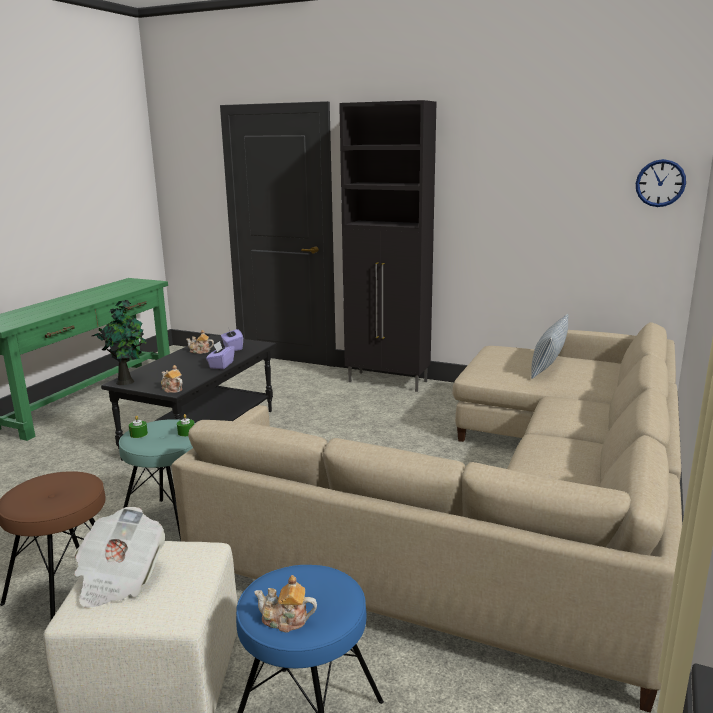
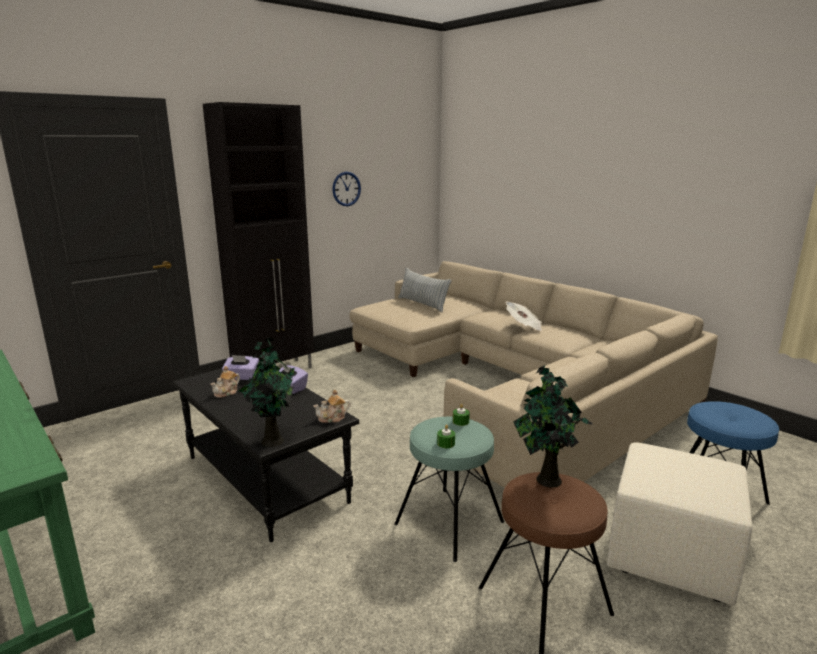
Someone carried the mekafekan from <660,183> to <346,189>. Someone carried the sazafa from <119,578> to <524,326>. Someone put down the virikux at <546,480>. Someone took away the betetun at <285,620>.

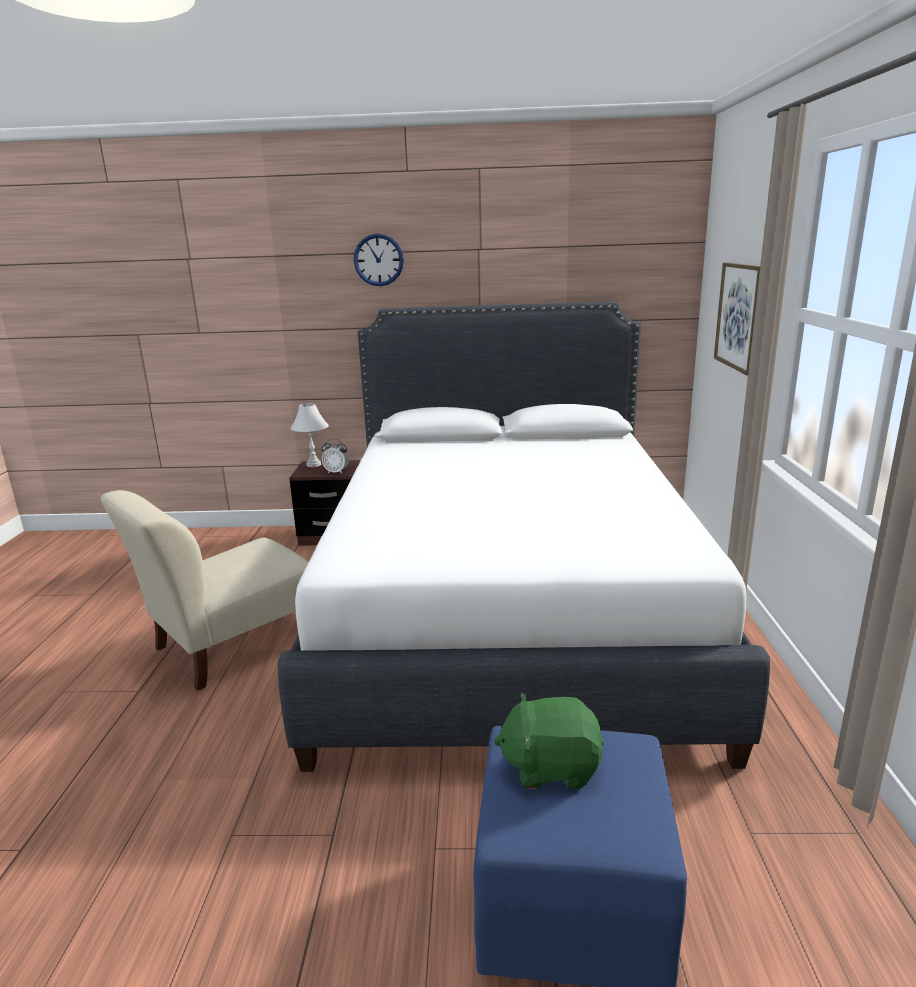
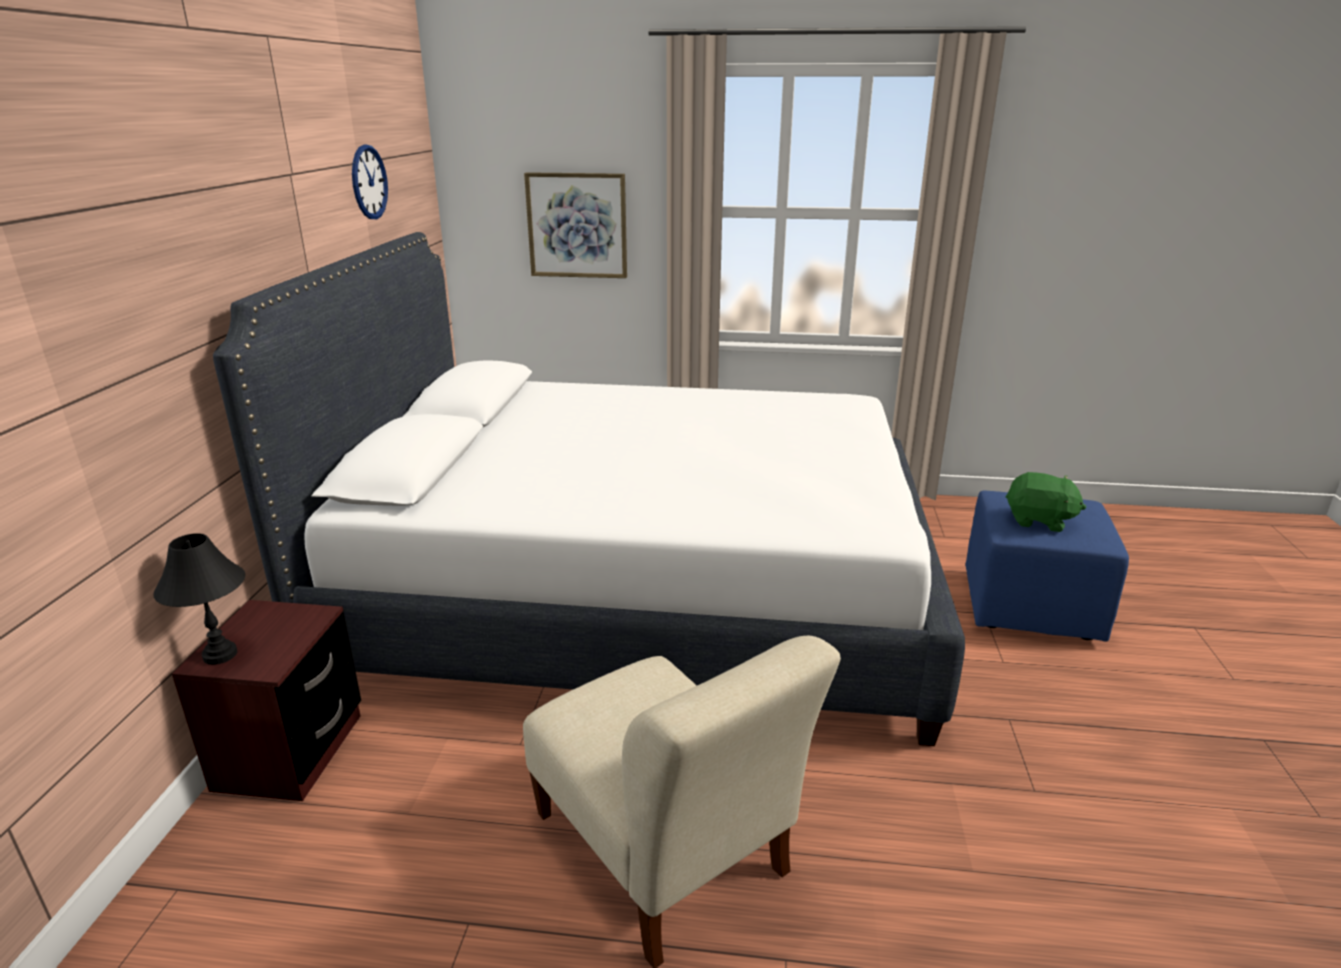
Someone repainted the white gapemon at <313,465>, which became the black gapemon at <220,655>. Someone carried the mekafekan from <378,260> to <369,182>. Someone rotated the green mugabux at <551,766> by 75 degrees counterclockwise. Someone took away the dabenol at <336,472>.

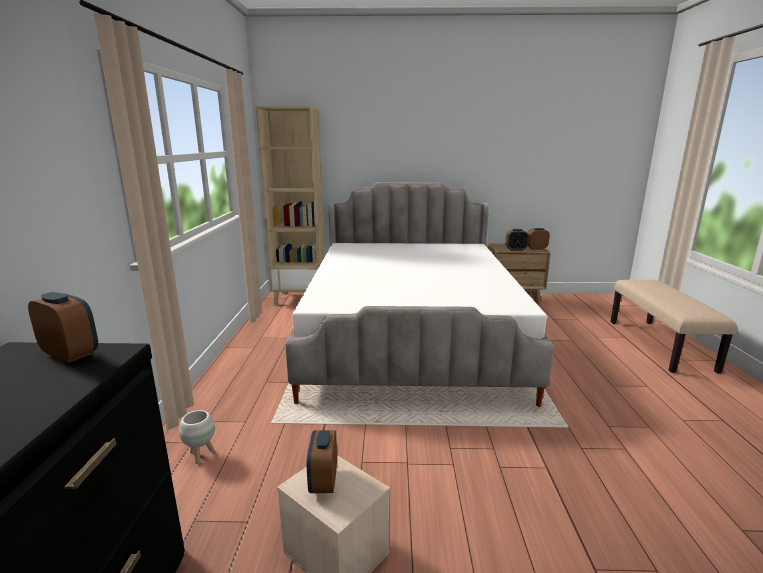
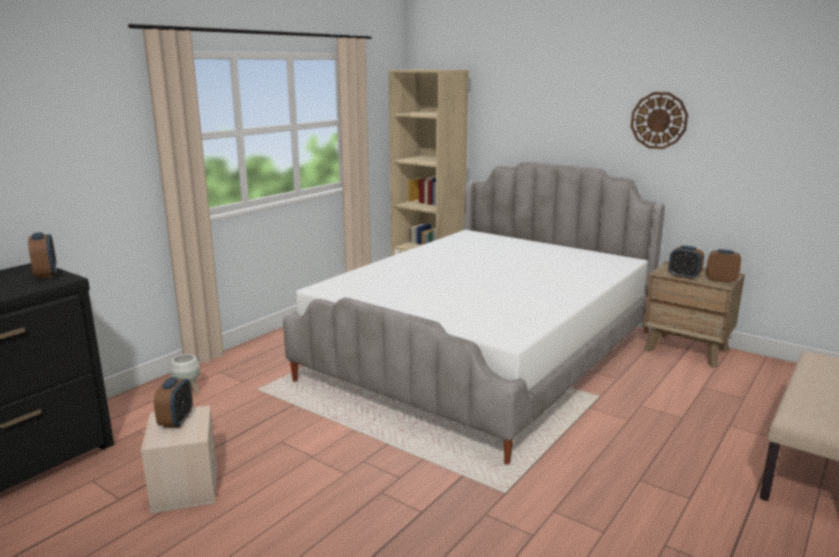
Someone rotated the dabenol at <323,482> by 150 degrees clockwise. Someone put up the mekafekan at <659,120>.

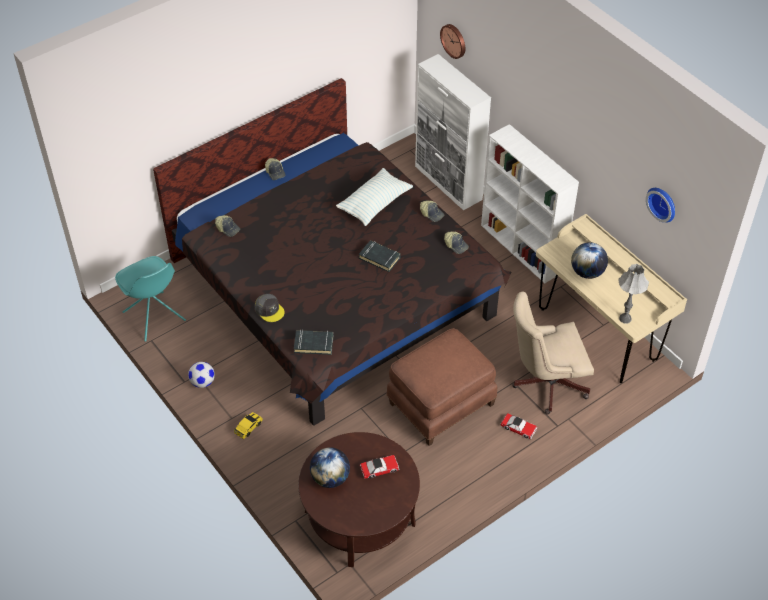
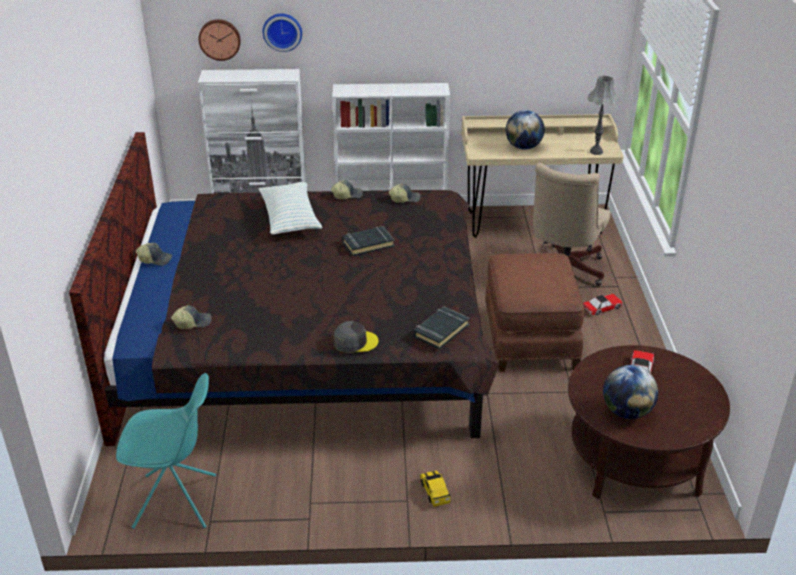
Someone carried the mekafekan from <663,203> to <282,31>. Someone took away the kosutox at <203,382>.

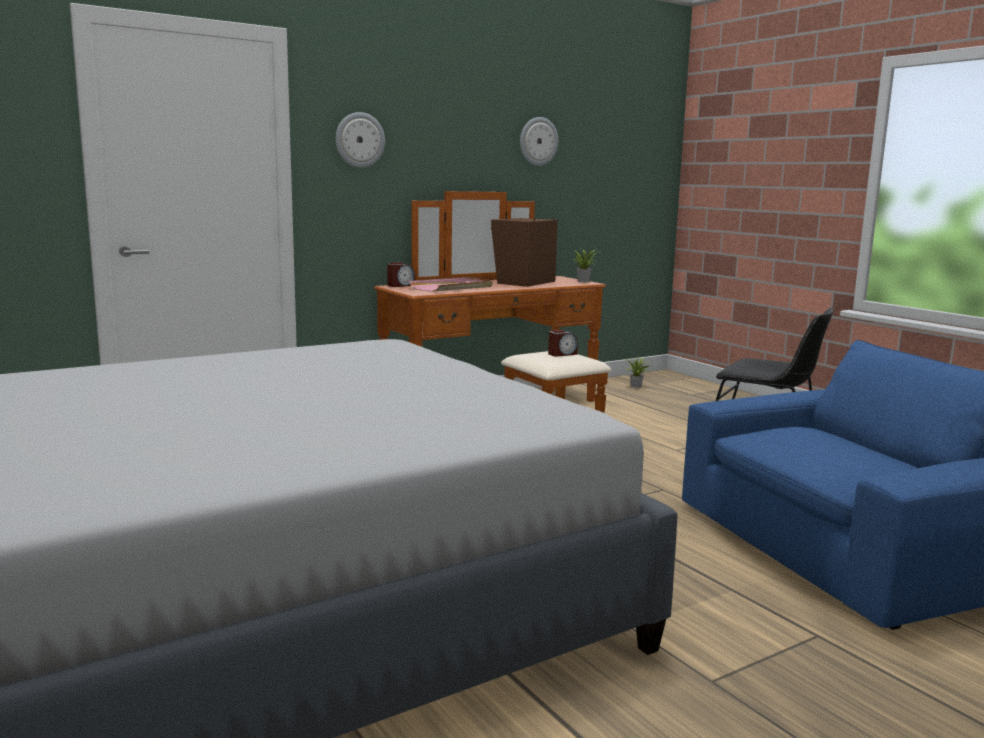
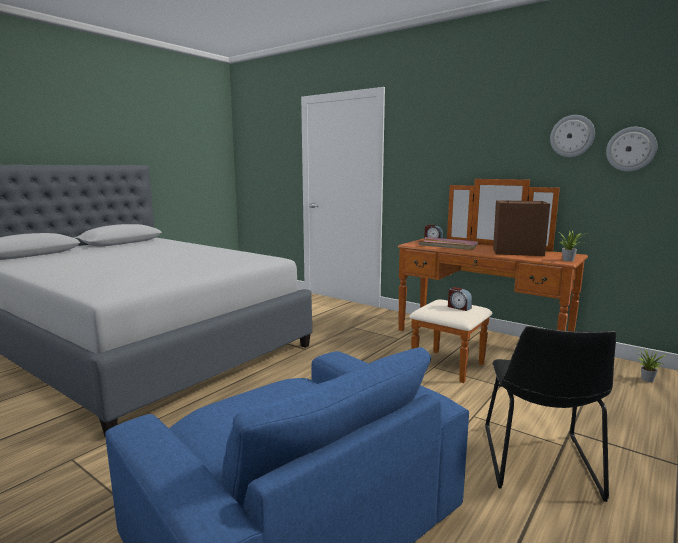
Someone carried the mekafekan from <359,140> to <631,149>.

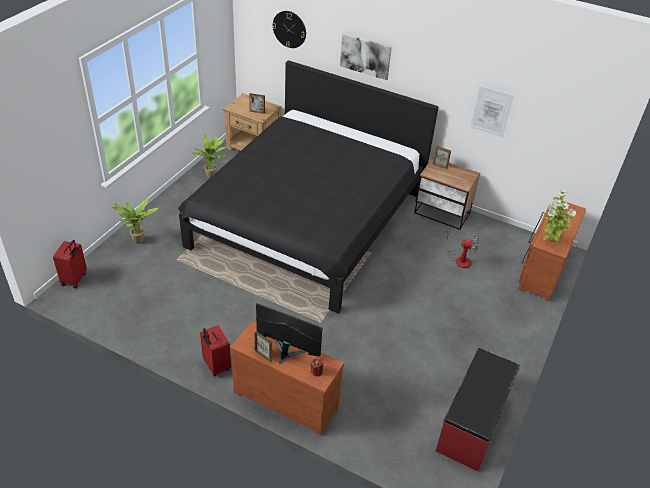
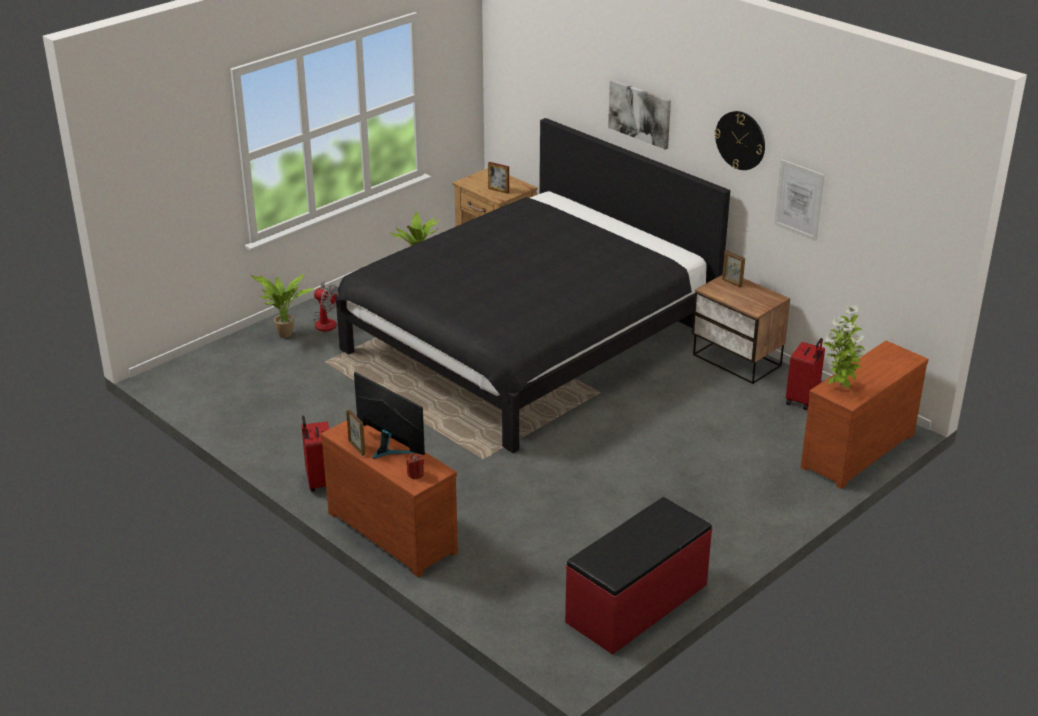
Someone carried the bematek from <460,258> to <325,321>. Someone carried the mekafekan from <289,29> to <740,140>. Someone carried the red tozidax from <75,279> to <802,400>.

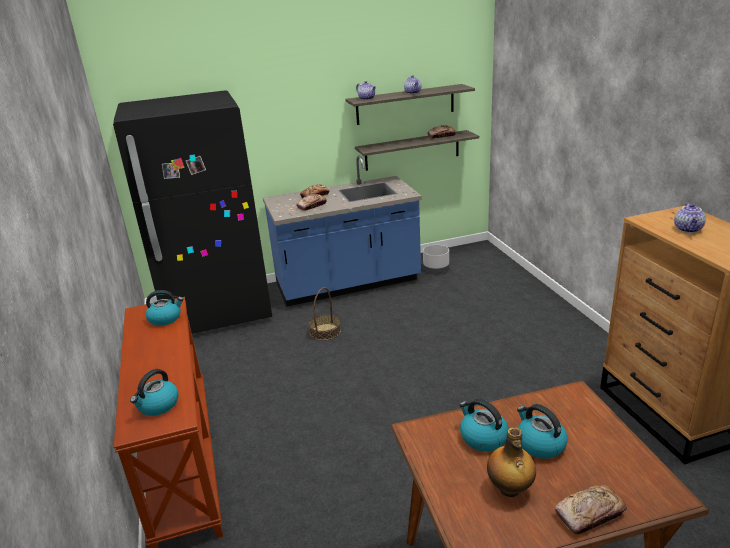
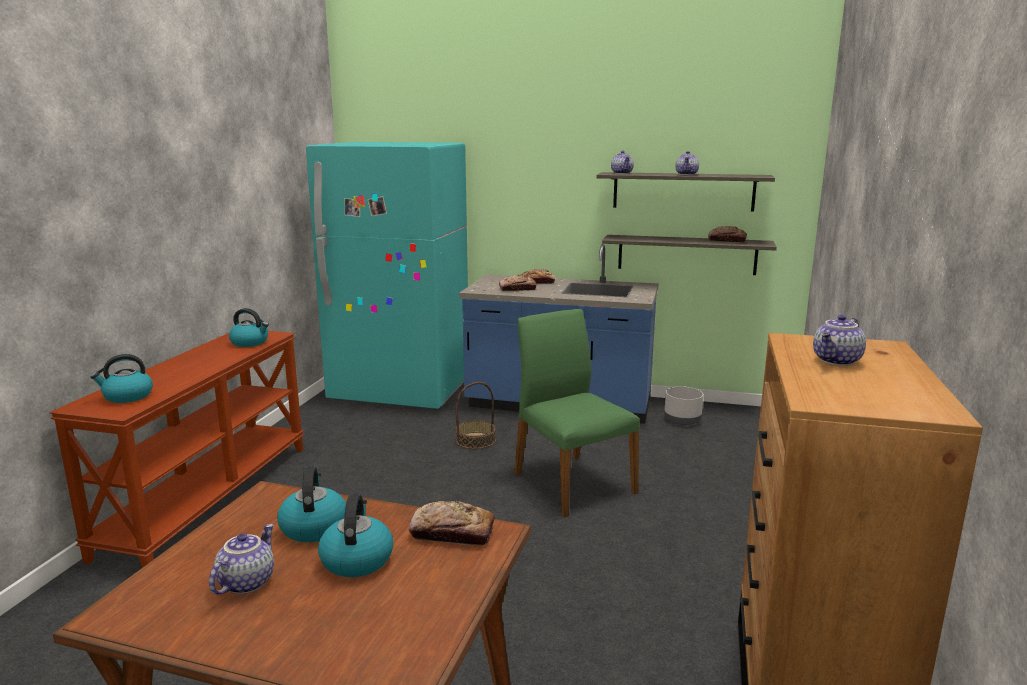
Someone swapped the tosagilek at <509,489> for the betetun at <246,582>. Someone repainted the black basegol at <218,312>, which became the turquoise basegol at <401,392>. Someone carried the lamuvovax from <589,514> to <452,533>. Someone put down the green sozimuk at <571,483>.

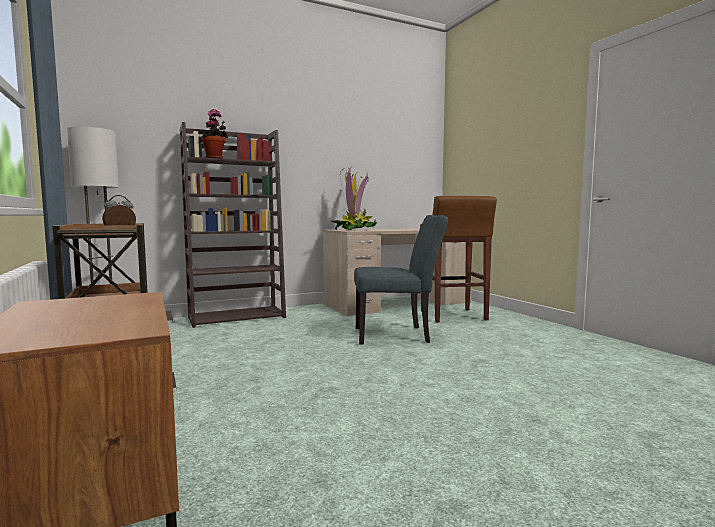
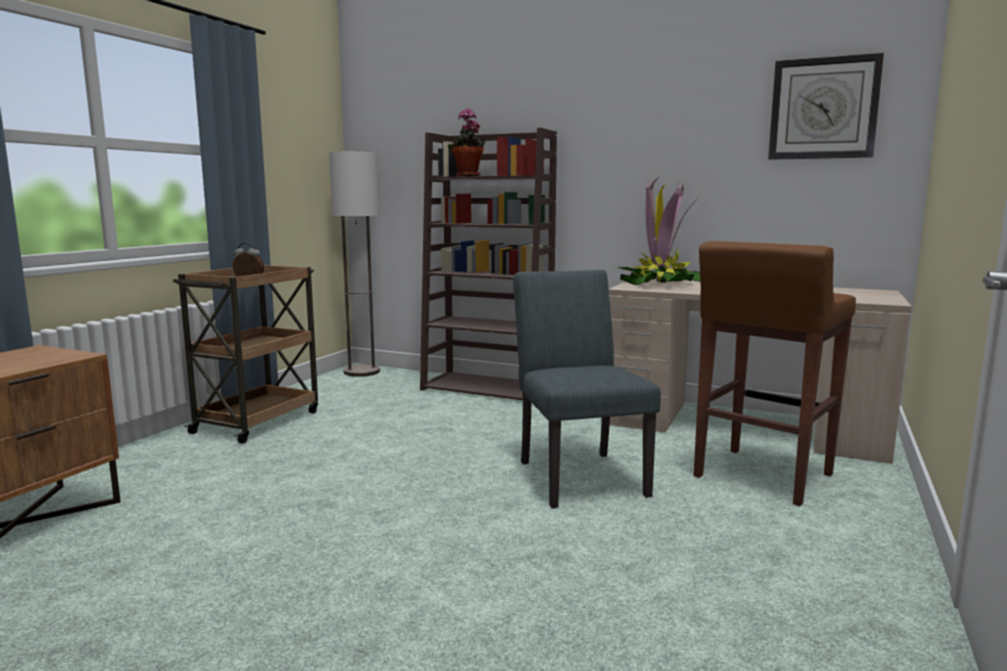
Someone rotated the grey sozimuk at <398,335> by 150 degrees counterclockwise. Someone put up the mekafekan at <823,109>.

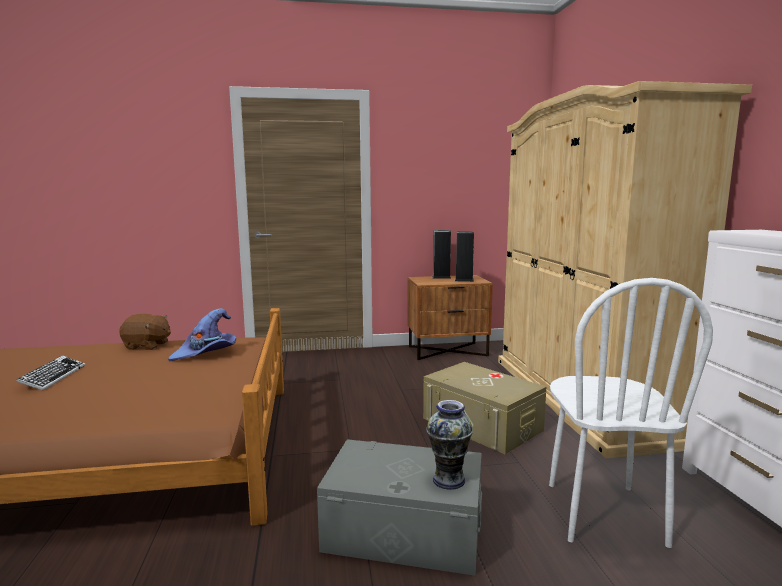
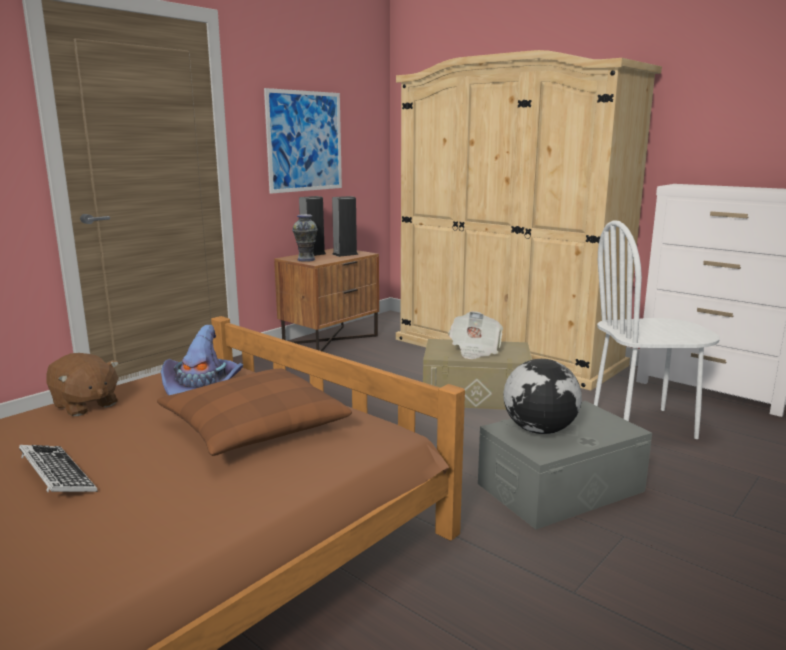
Someone rotated the brown mugabux at <147,346> by 75 degrees clockwise. Someone put down the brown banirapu at <253,427>. Someone put up the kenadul at <305,141>. Someone carried the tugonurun from <449,480> to <306,259>. Someone put down the sazafa at <474,350>. Someone put down the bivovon at <539,430>. Someone rotated the white sozimuk at <603,513> by 120 degrees clockwise.

